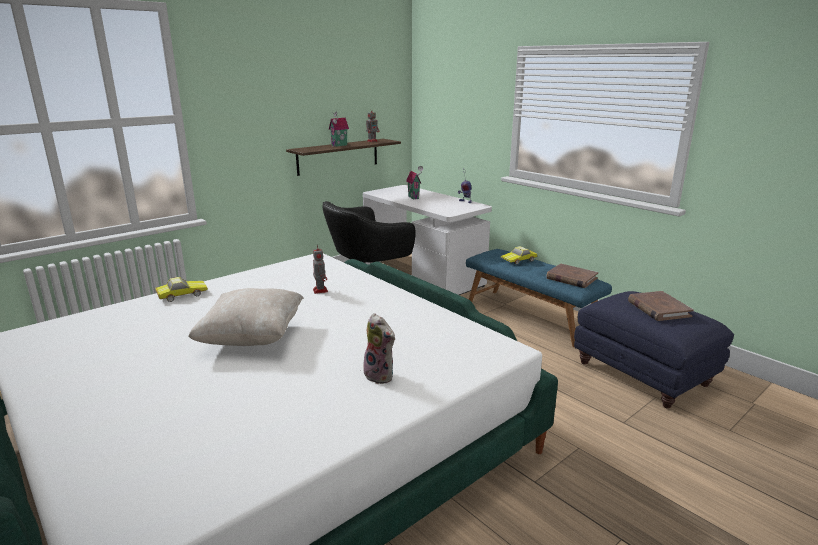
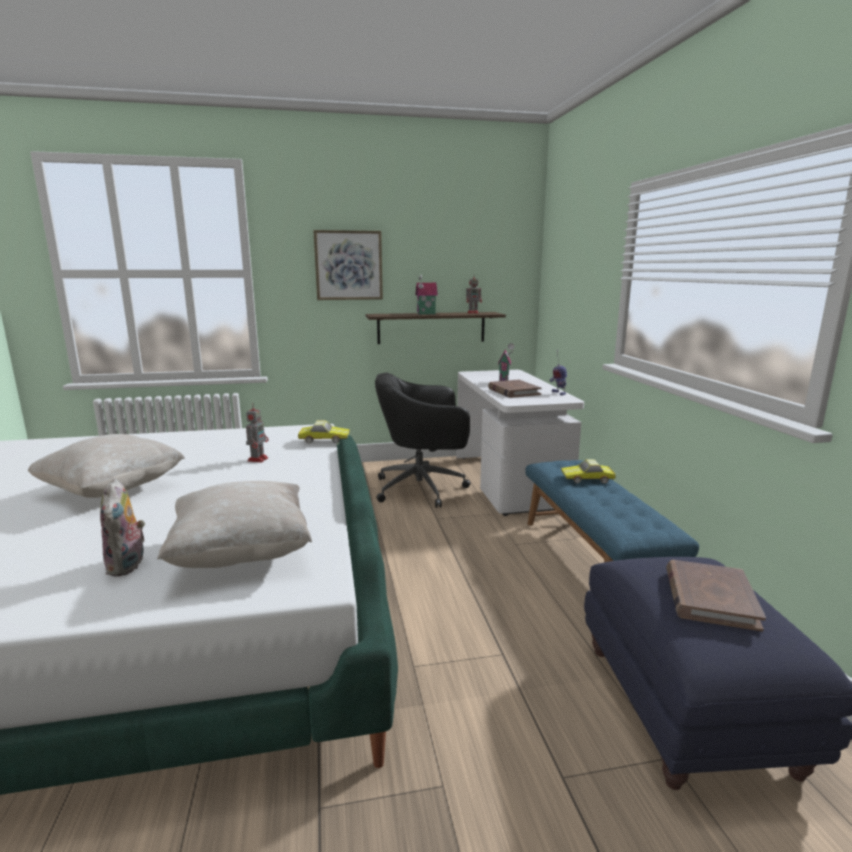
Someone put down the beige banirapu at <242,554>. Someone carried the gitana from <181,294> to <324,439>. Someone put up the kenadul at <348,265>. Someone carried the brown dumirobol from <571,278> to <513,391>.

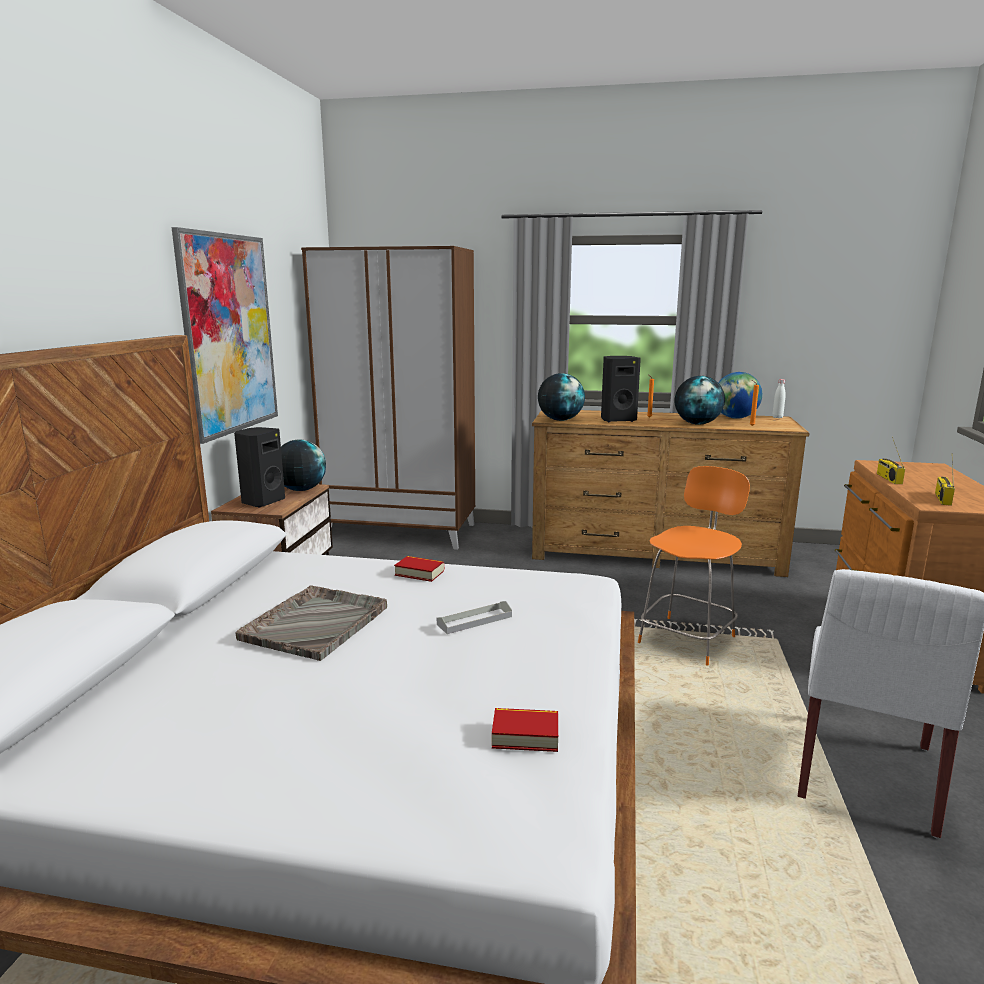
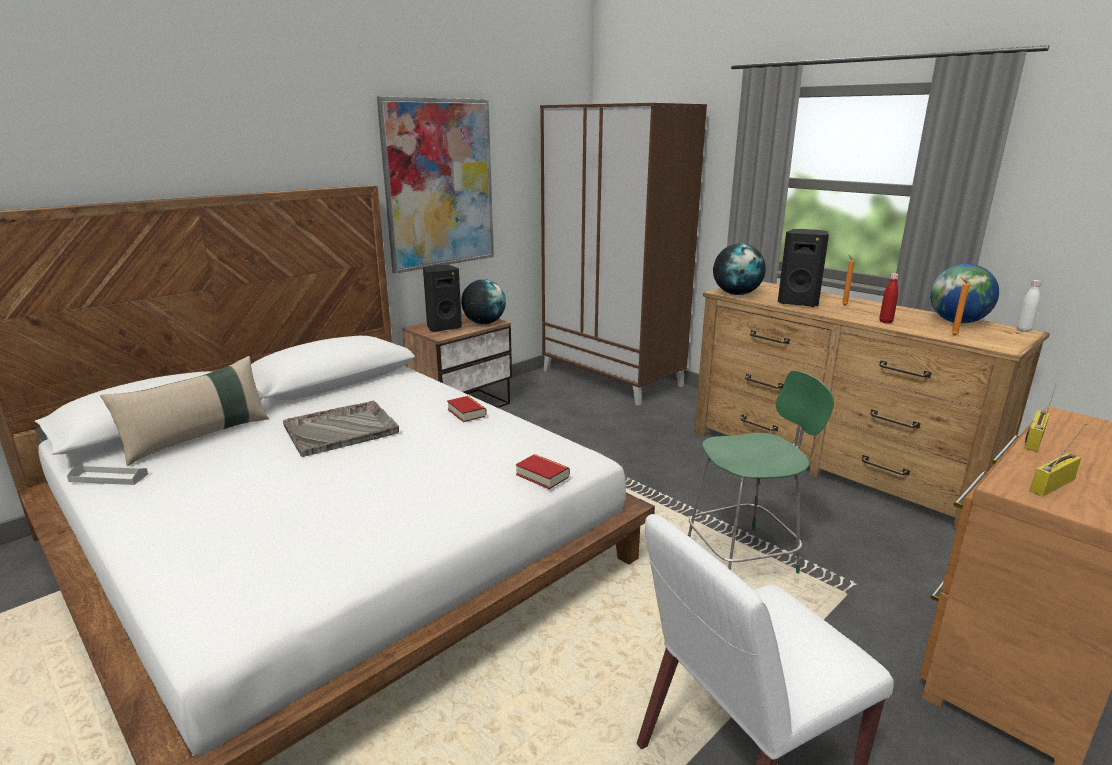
Someone carried the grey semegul from <474,620> to <108,478>. Someone put down the beige banirapu at <198,437>. Someone carried the dumirobol from <525,735> to <542,476>. Someone repainted the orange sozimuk at <688,639>, which became the green sozimuk at <744,557>. Someone swapped the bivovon at <697,424> for the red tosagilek at <885,322>.

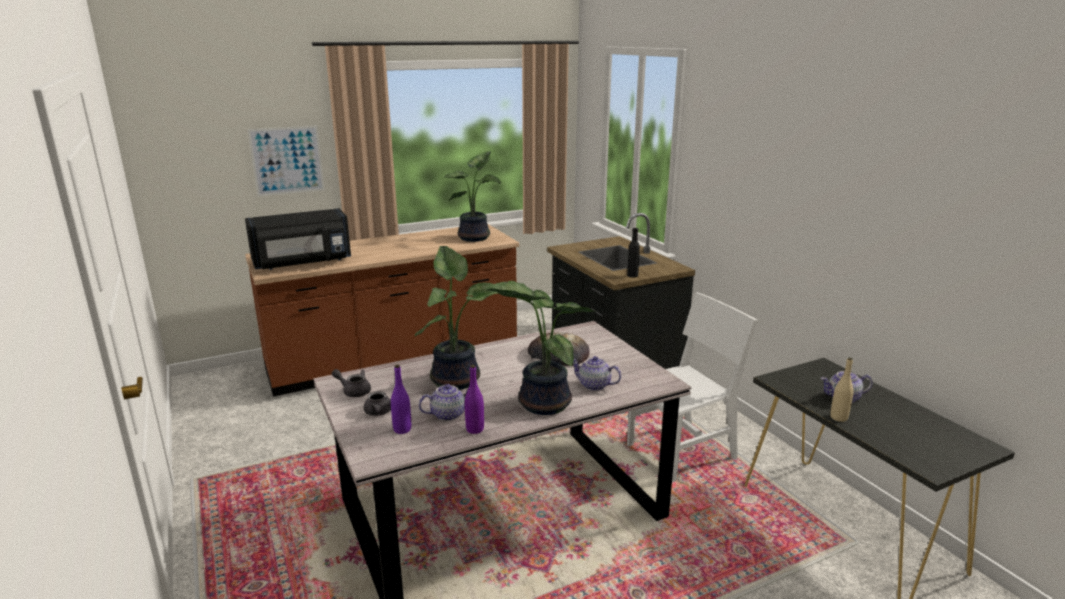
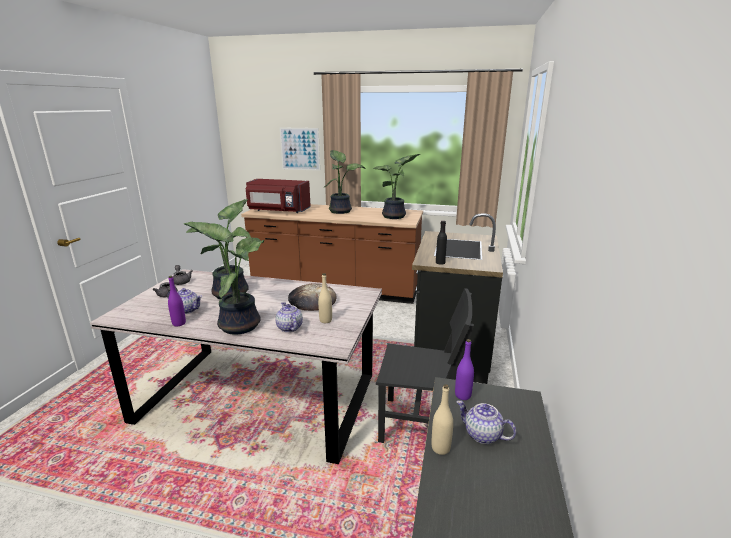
Someone repainted the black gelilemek at <303,263>, which became the red gelilemek at <278,211>. Someone put down the beige tosagilek at <325,320>. Someone put down the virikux at <341,211>. Someone repainted the white sozimuk at <681,452>, which became the black sozimuk at <420,425>. Someone carried the purple tosagilek from <402,429> to <462,395>.

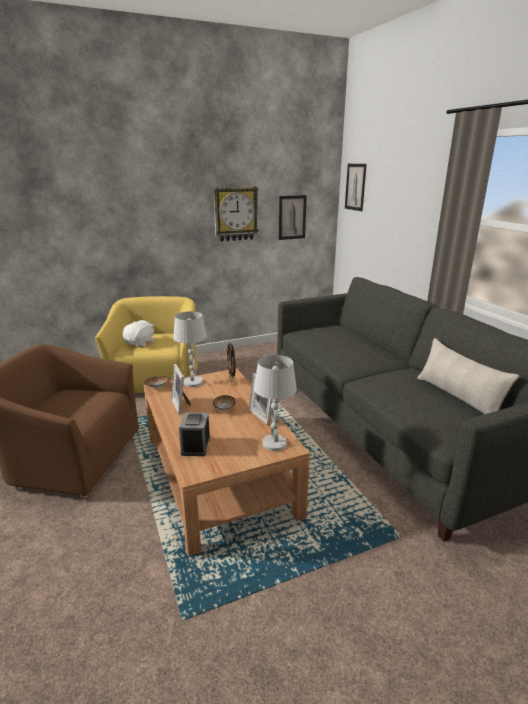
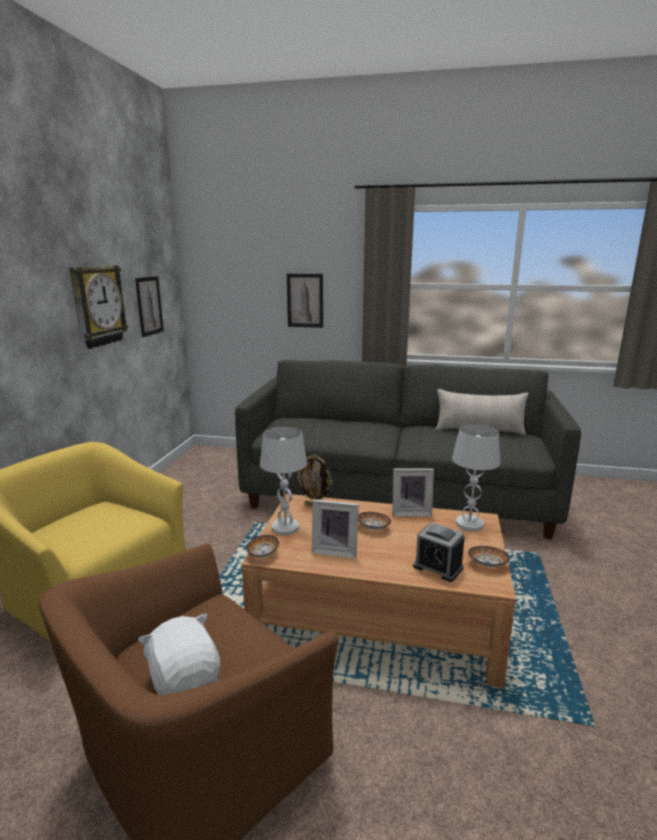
Someone carried the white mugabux from <140,343> to <185,680>. Someone carried the kenadul from <355,187> to <305,300>. Someone put down the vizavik at <486,564>.

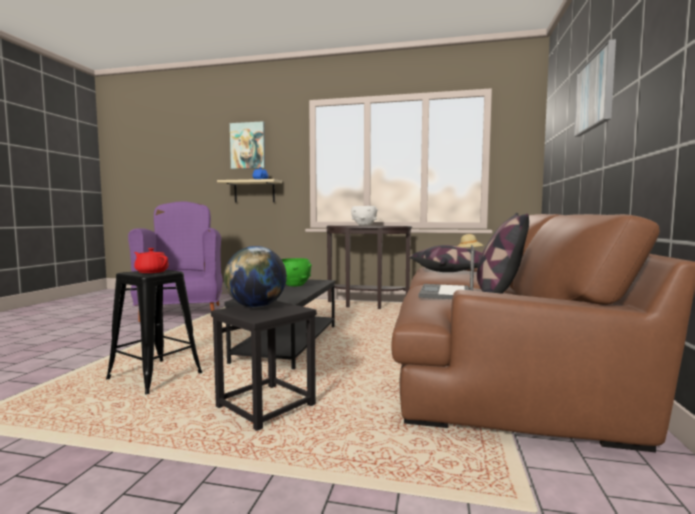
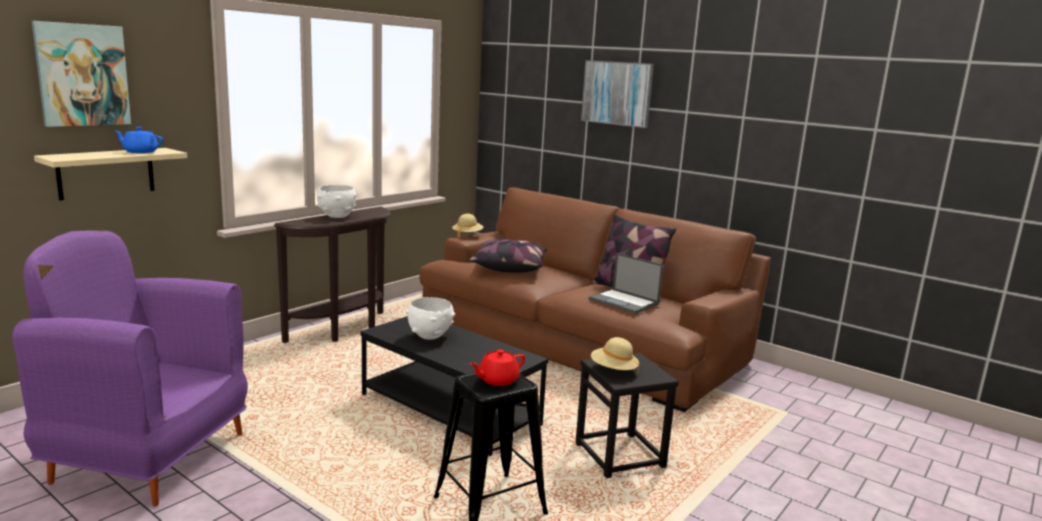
Someone repainted the green vizavik at <294,285>, which became the white vizavik at <430,336>. Someone swapped the bivovon at <256,306> for the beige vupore at <613,370>.

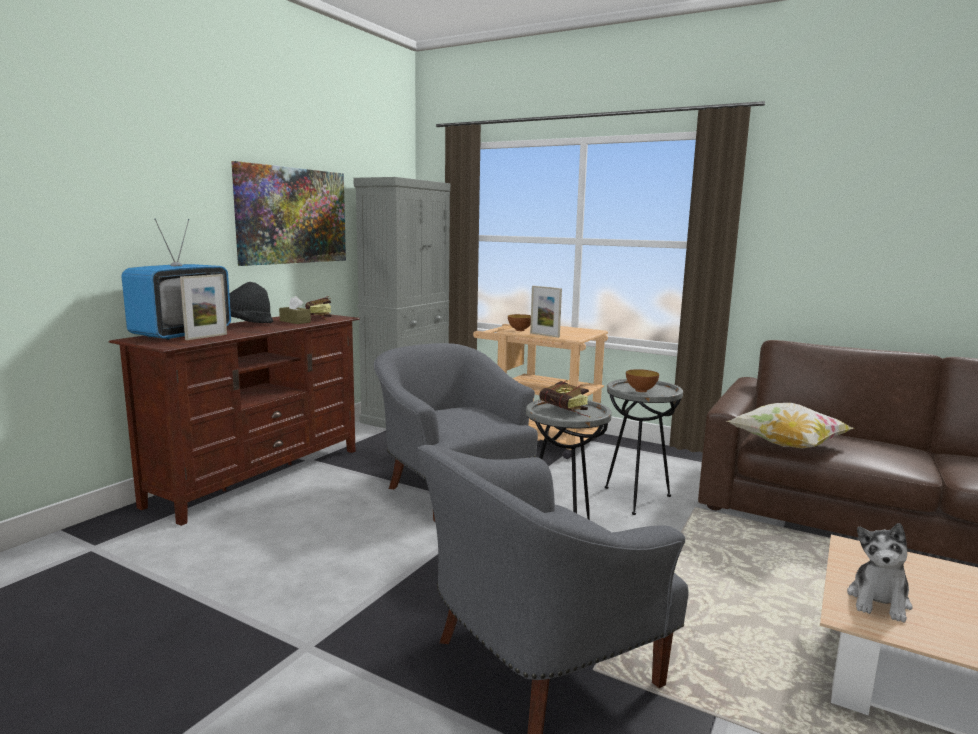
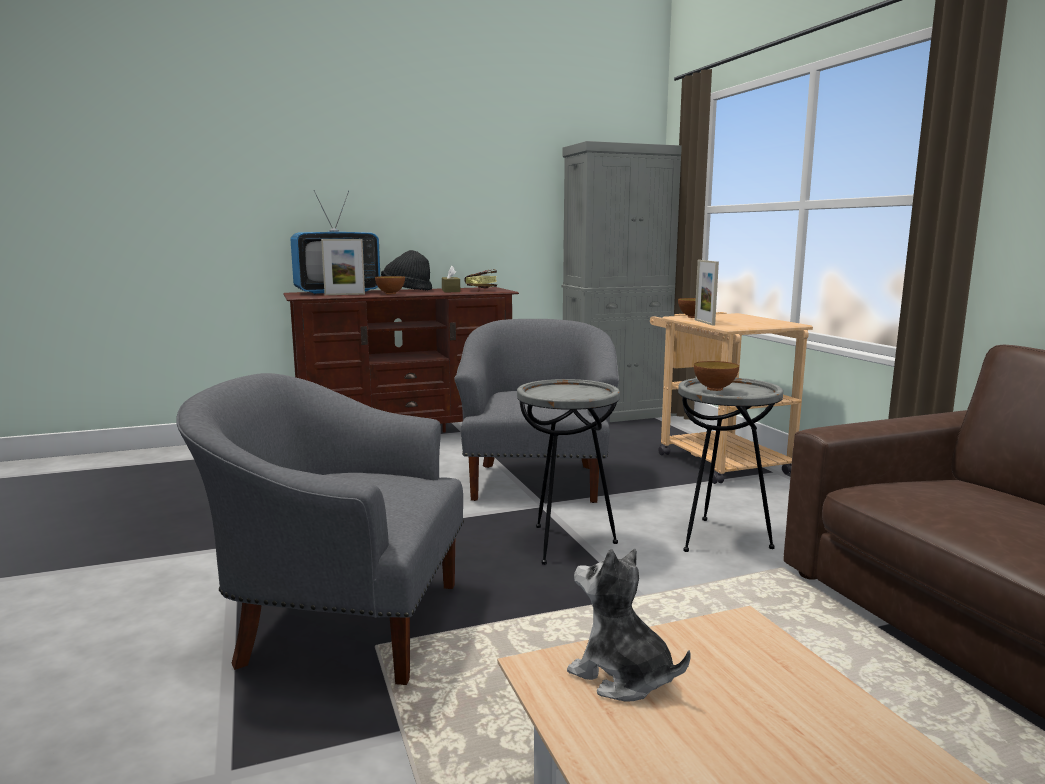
Someone put down the vizavik at <390,294>. Someone rotated the mugabux at <879,601> by 60 degrees clockwise. Someone took away the kenadul at <292,216>. Someone took away the dumirobol at <566,412>. Someone took away the banirapu at <786,446>.

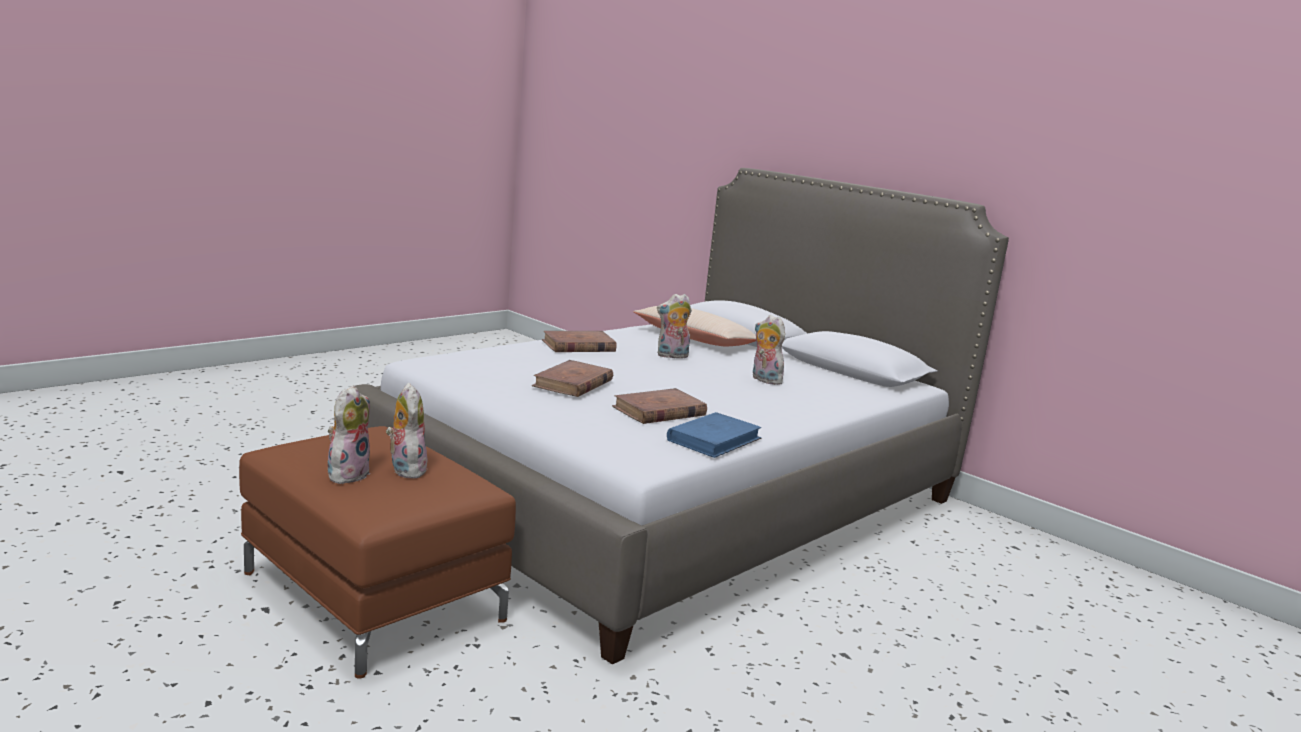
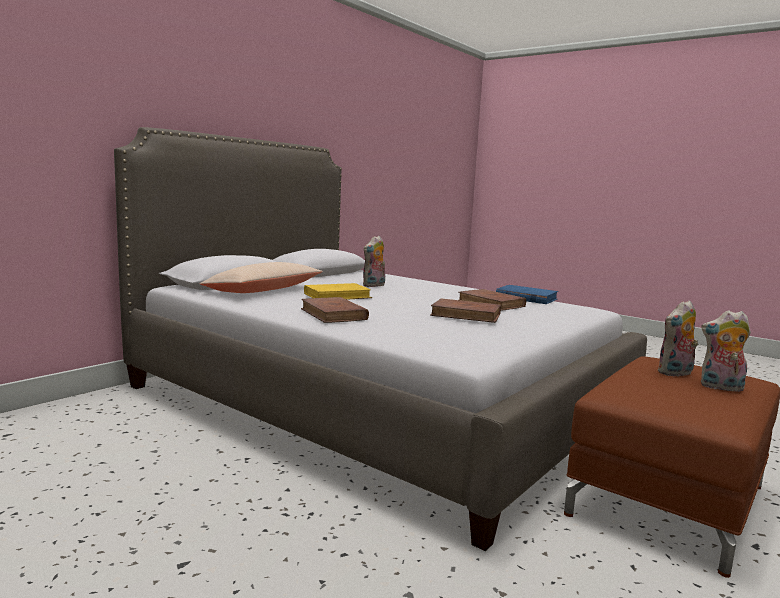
Someone swapped the mugabux at <672,356> for the yellow dumirobol at <337,296>.

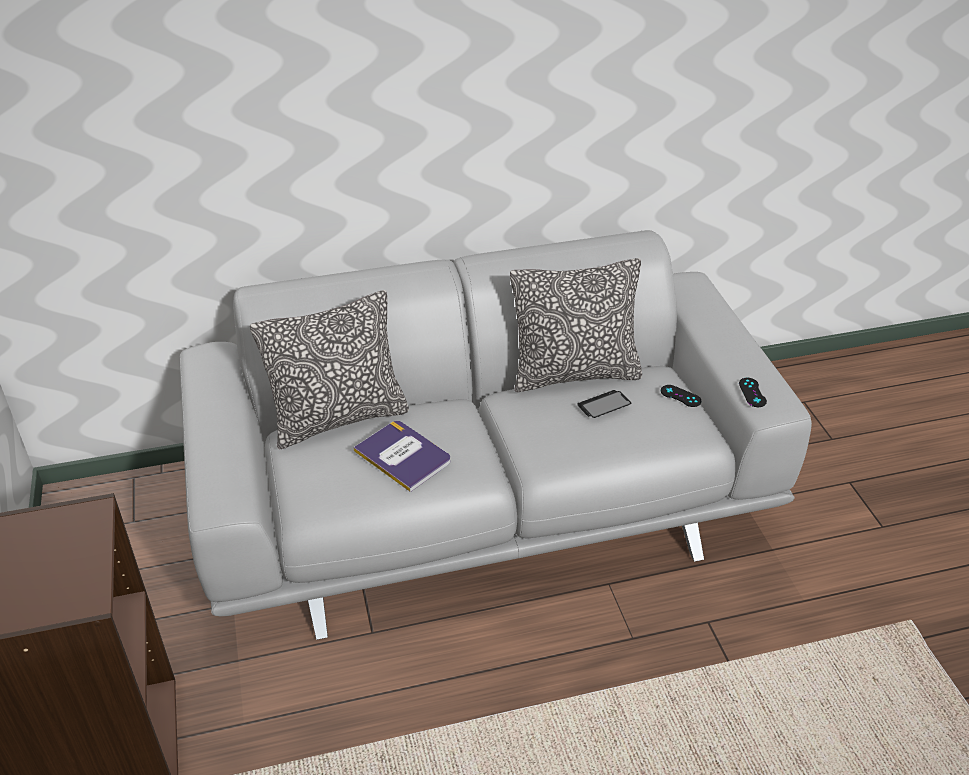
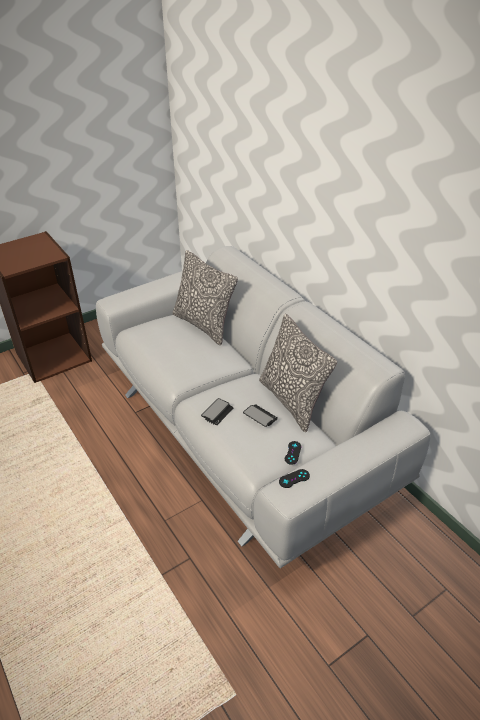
Someone put down the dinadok at <217,412>. Someone took away the dumirobol at <403,456>.

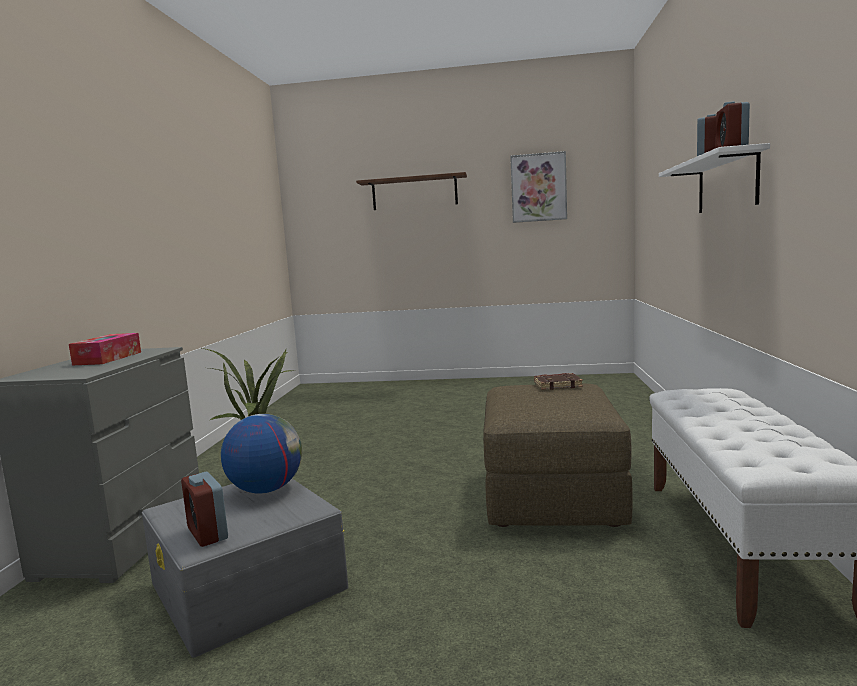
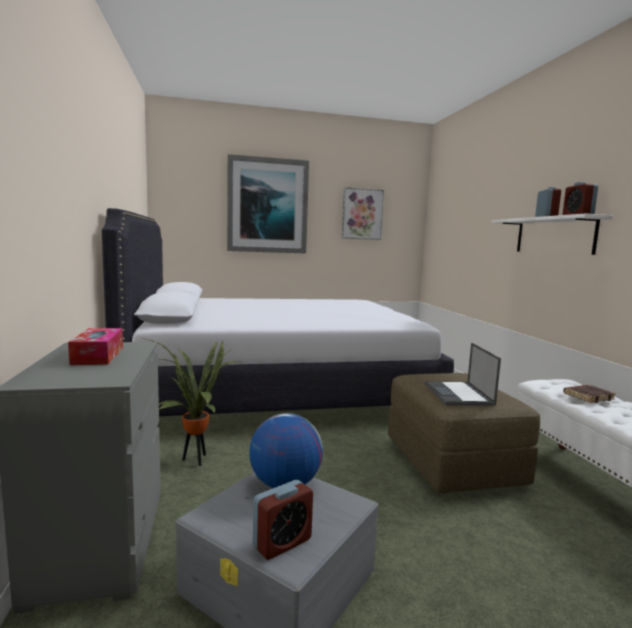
Someone put down the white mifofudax at <278,390>. Someone swapped the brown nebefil at <414,193> for the kenadul at <267,206>. Someone rotated the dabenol at <207,534> by 75 degrees counterclockwise. Someone put down the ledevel at <458,394>. Someone carried the brown dumirobol from <558,385> to <588,396>.

